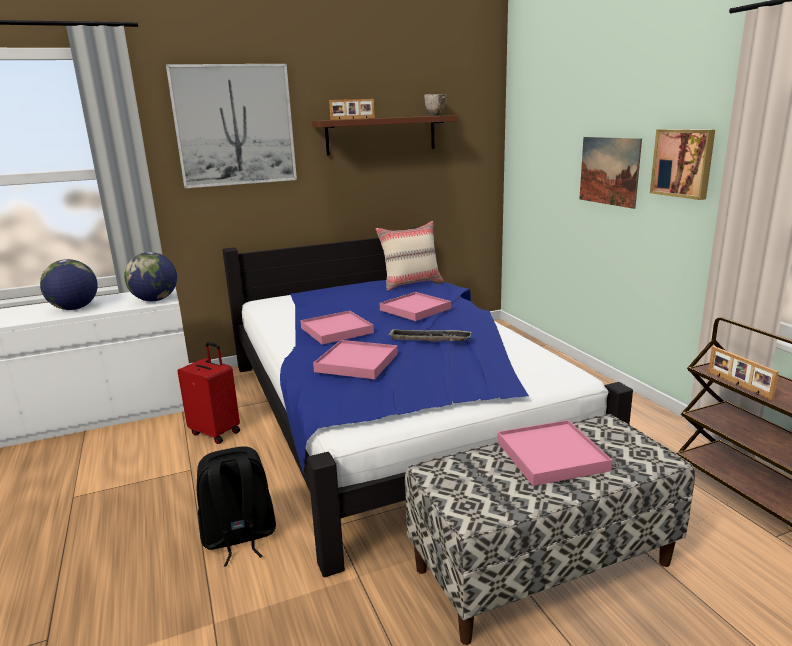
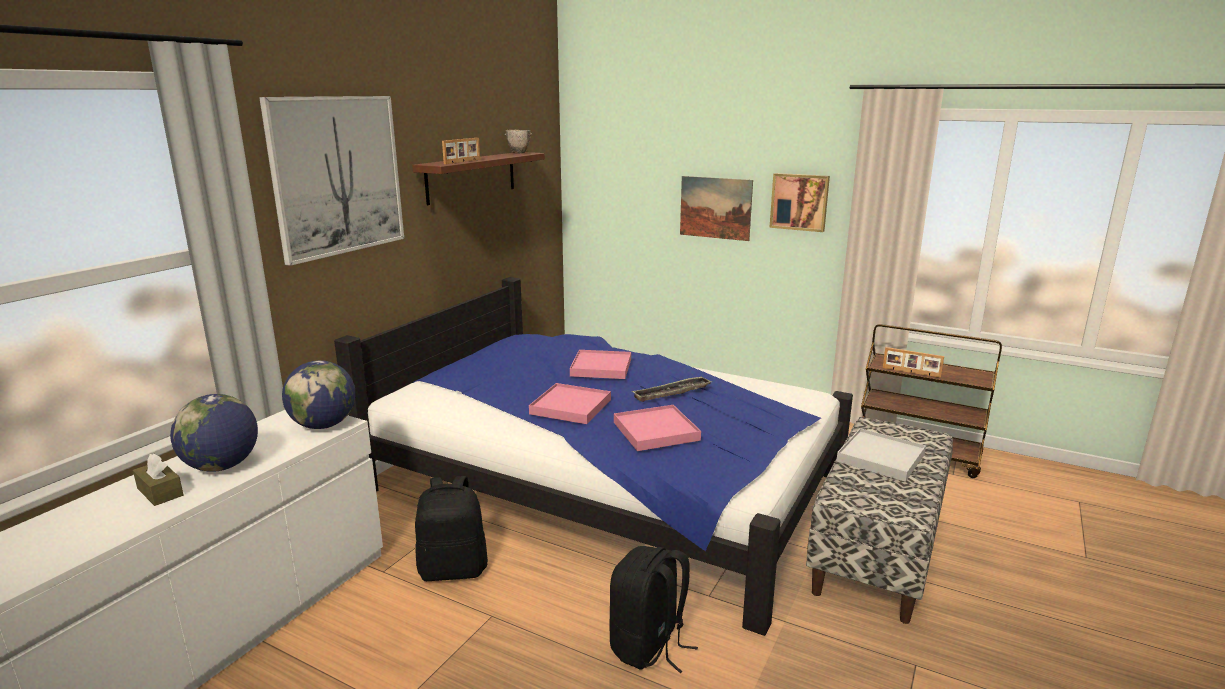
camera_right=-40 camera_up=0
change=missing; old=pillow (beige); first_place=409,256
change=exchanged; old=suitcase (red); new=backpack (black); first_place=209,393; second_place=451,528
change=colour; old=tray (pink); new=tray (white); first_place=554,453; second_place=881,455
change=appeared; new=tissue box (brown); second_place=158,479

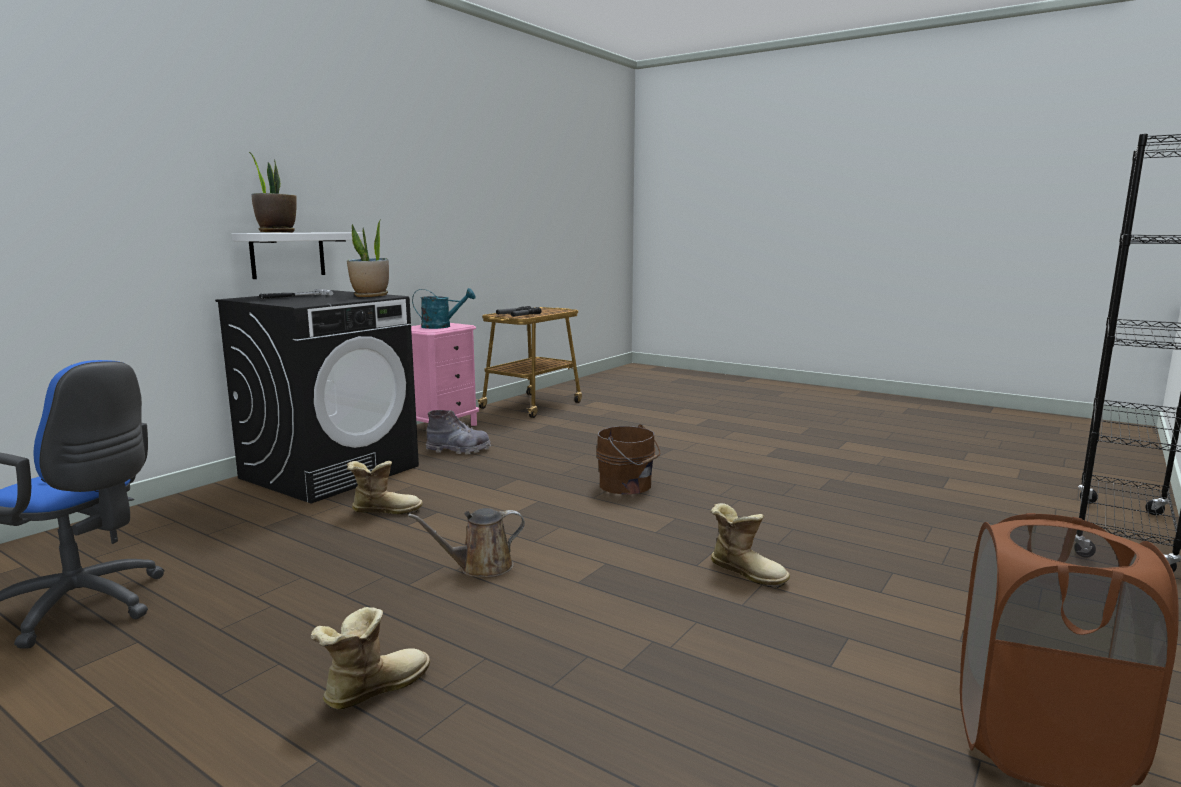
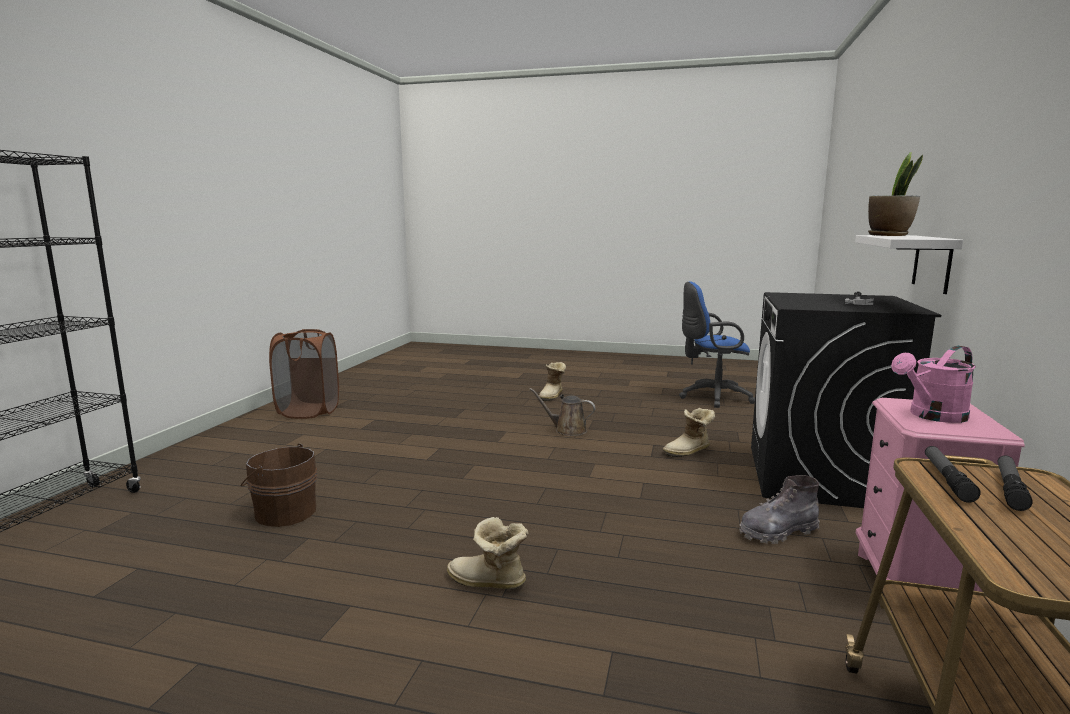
camera_right=160 camera_up=0
change=missing; old=potted plant; first_place=368,258
change=colour; old=watering can (turquoise); new=watering can (pink); first_place=444,308; second_place=933,384
change=relocated; old=bucket (brown); first_place=628,459; second_place=278,485
change=relocated; old=boot; first_place=750,545; second_place=488,553
change=spun; old=watering can (brown); first_place=466,542; second_place=562,412; degrees=-120

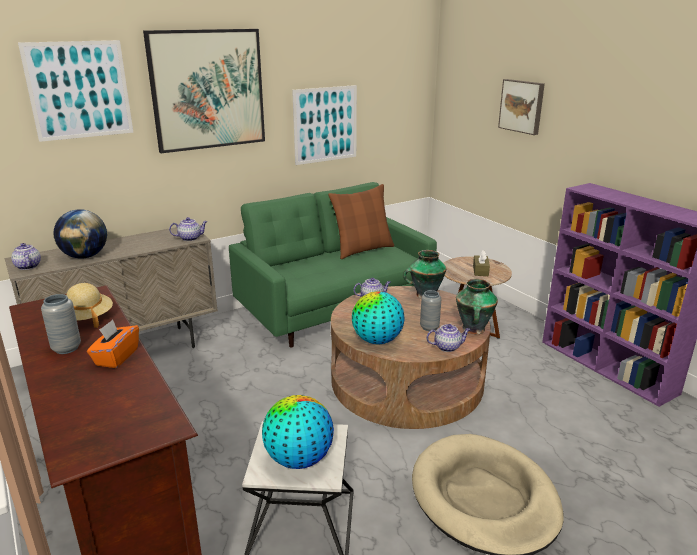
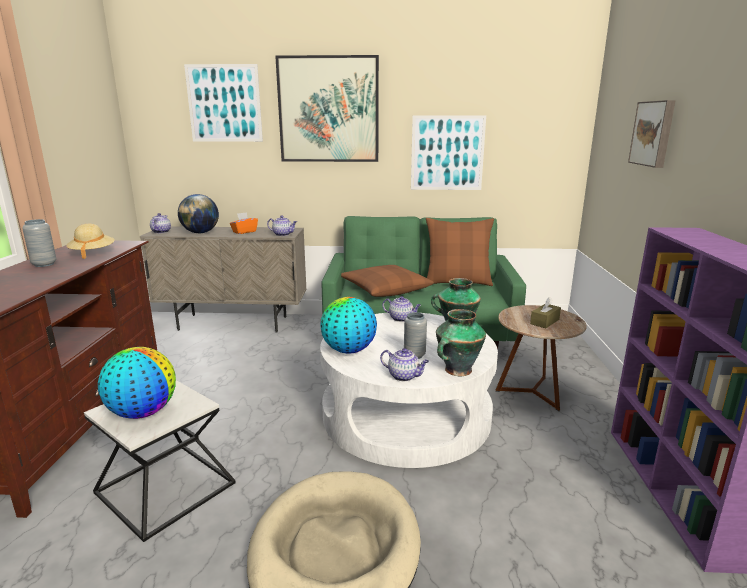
camera_right=35 camera_up=-5
change=colour; old=coffee table (brown); new=coffee table (white); first_place=411,357; second_place=409,390
change=relocated; old=tissue box (orange); first_place=113,343; second_place=244,223
change=appeared; new=pillow (brown); second_place=387,281

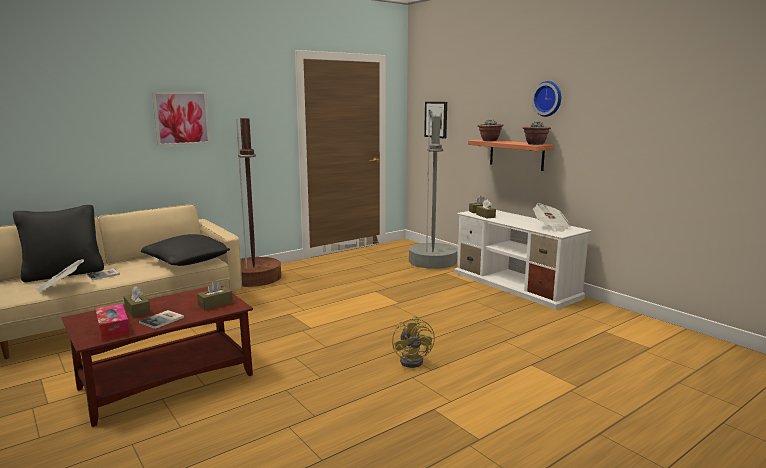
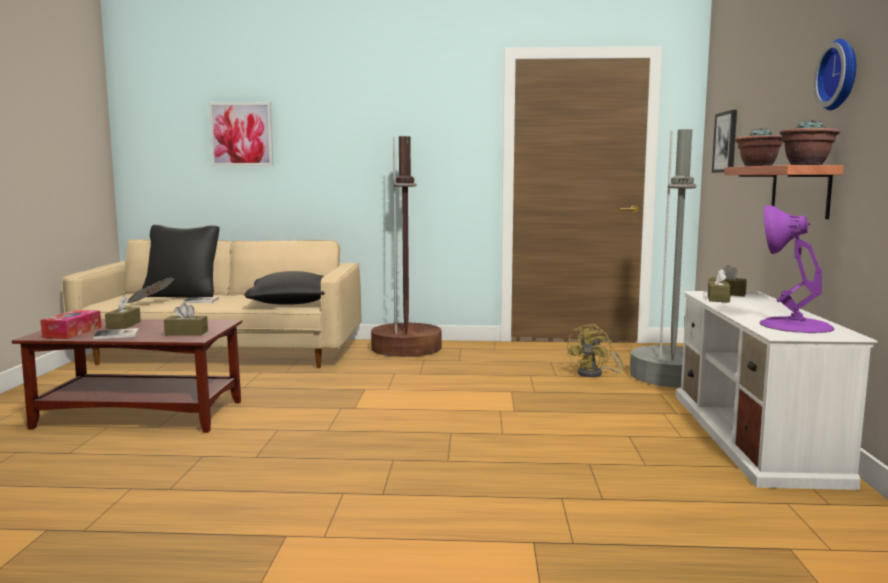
camera_right=40 camera_up=-5
change=relocated; old=picture; first_place=181,119; second_place=240,134
change=exchanged; old=newspaper; new=table lamp (purple); first_place=552,217; second_place=797,269
change=relocated; old=fan (yellow); first_place=413,342; second_place=595,350

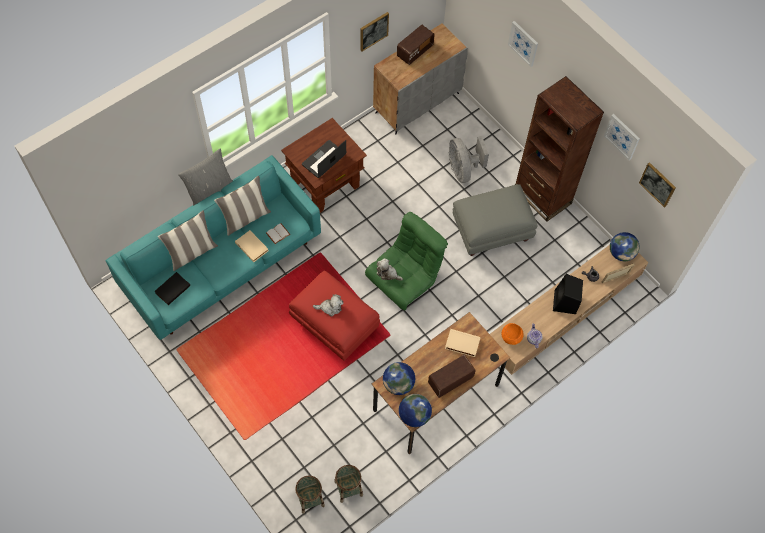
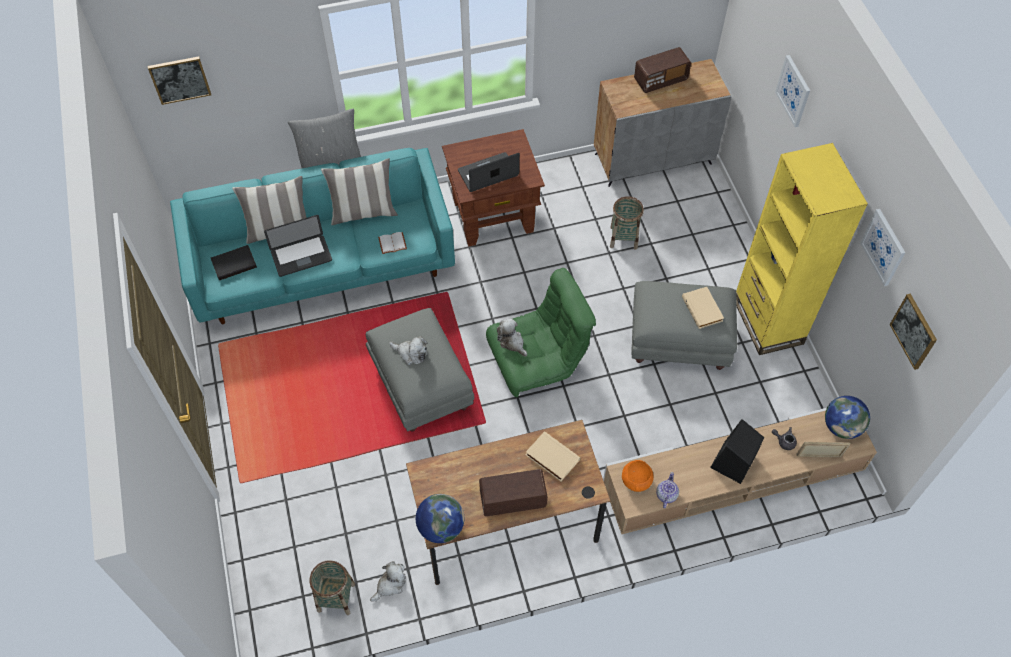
camera_right=25 camera_up=-5
change=relocated; old=picture; first_place=374,31; second_place=179,80
change=colour; old=bookcase (brown); new=bookcase (yellow); first_place=559,149; second_place=802,249
change=missing; old=fan (grey); first_place=469,159
change=relocated; old=book (beige); first_place=251,246; second_place=703,308
change=colour; old=ottoman (red); new=ottoman (grey); first_place=334,315; second_place=420,370
change=missing; old=globe; first_place=399,378
change=relocated; old=basket; first_place=310,495; second_place=627,223
change=appeared; new=laptop; second_place=298,246
change=appeared; new=plush toy; second_place=388,581

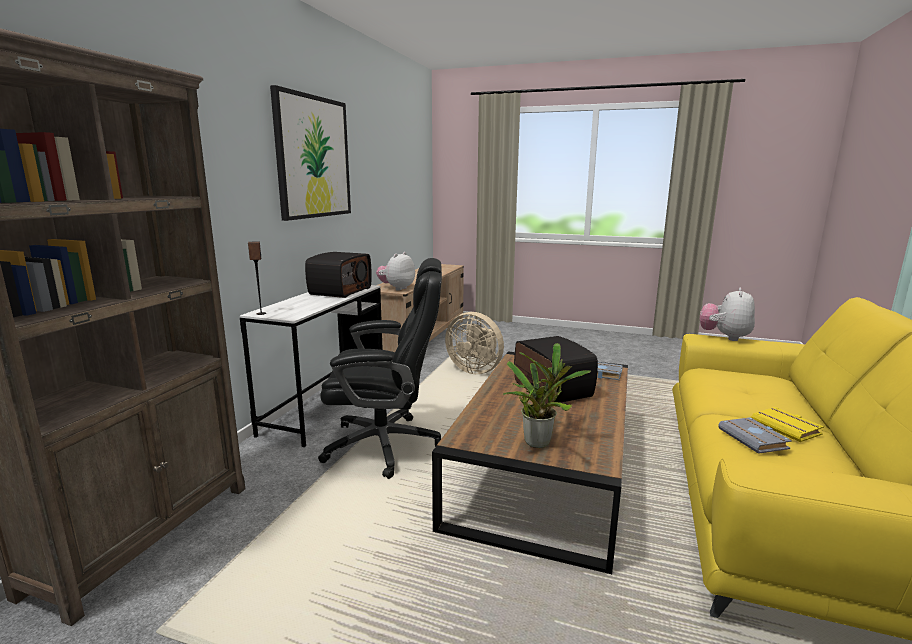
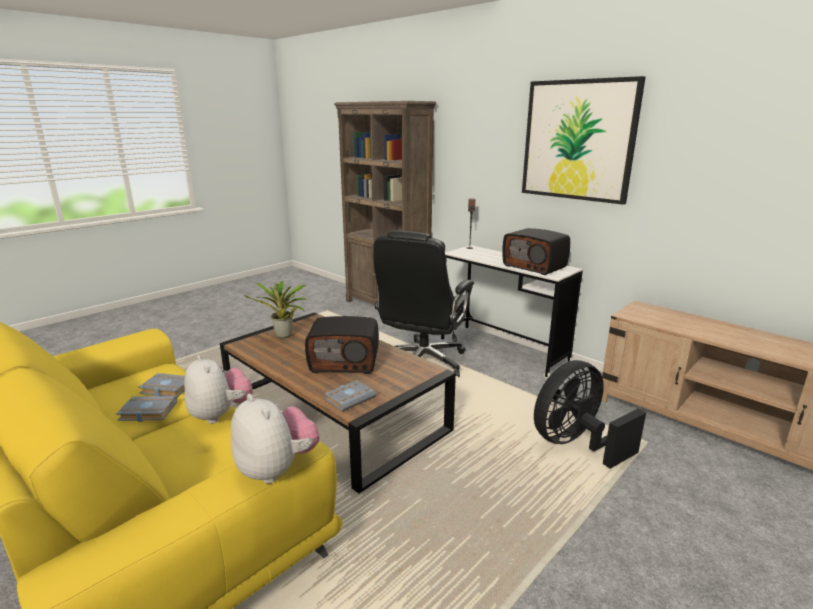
camera_right=115 camera_up=5
change=relocated; old=plush toy; first_place=395,271; second_place=218,389
change=colour; old=fan (beige); new=fan (black); first_place=474,343; second_place=590,414
change=colour; old=book (yellow); new=book (grey); first_place=787,424; second_place=146,409

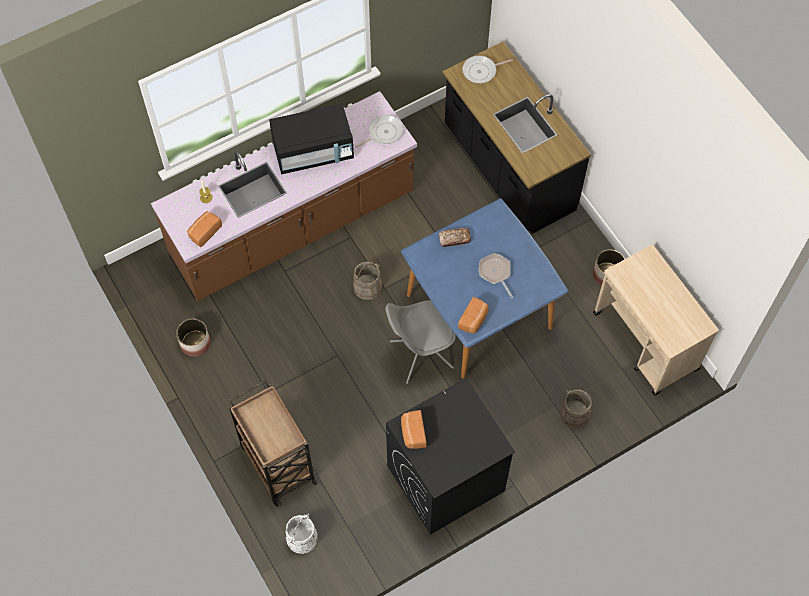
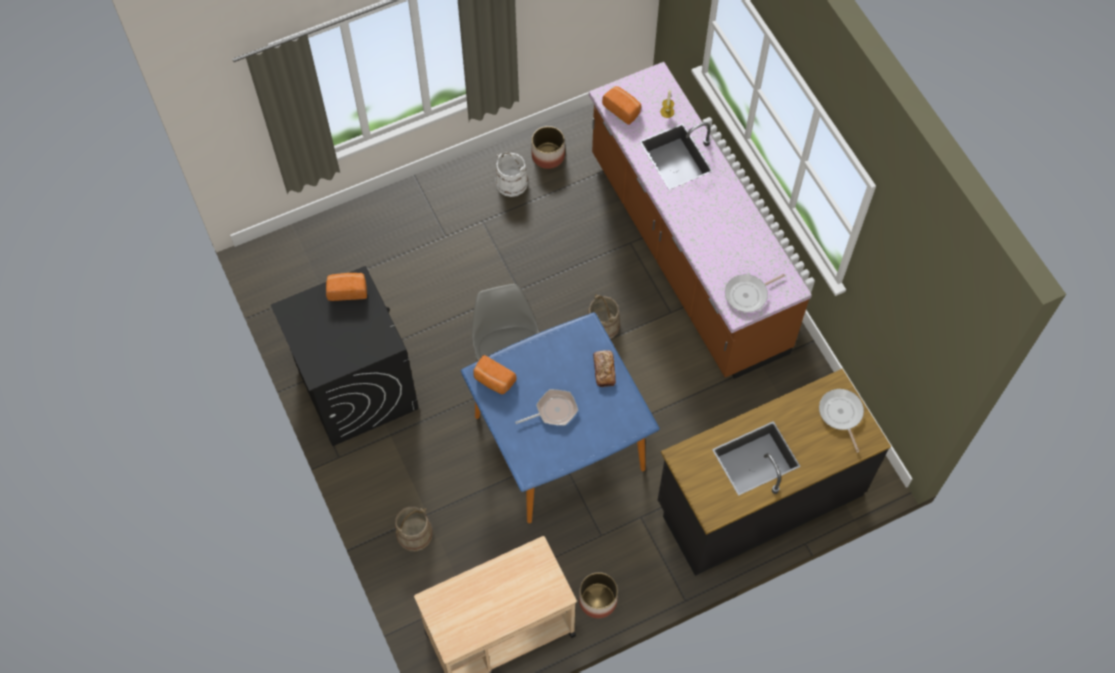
camera_right=95 camera_up=0
change=missing; old=microwave (black); first_place=311,139
change=spun; old=frying pan; first_place=379,131; second_place=755,293; degrees=90
change=missing; old=cart (brown); first_place=273,443
change=relocated; old=bucket (white); first_place=301,534; second_place=511,174

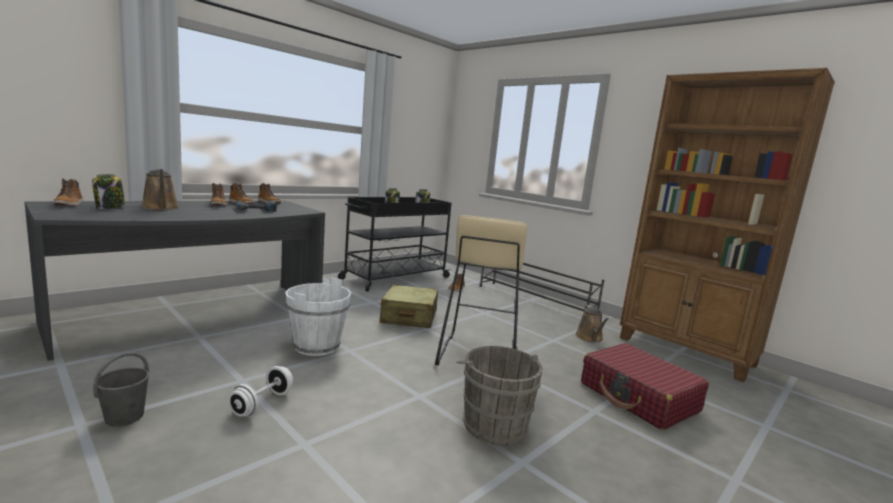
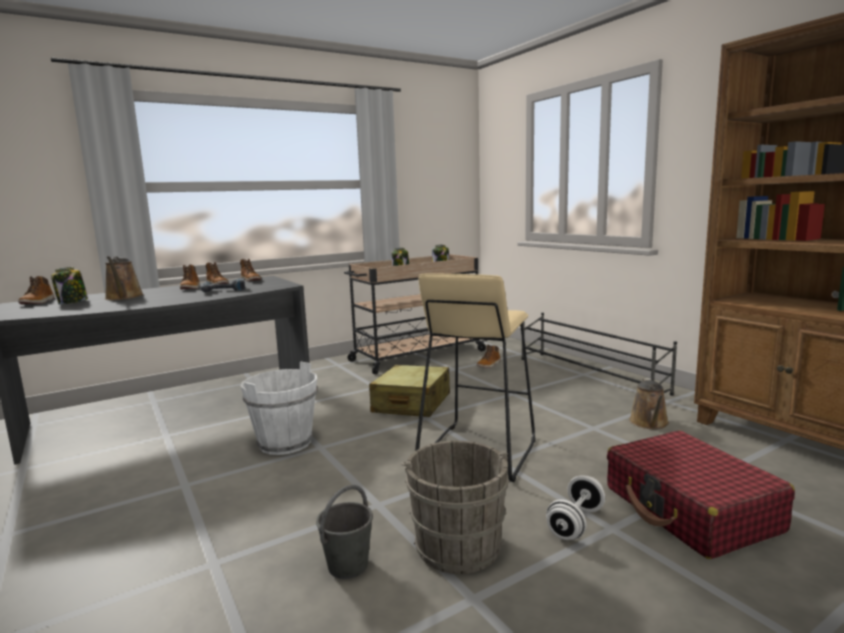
camera_right=15 camera_up=0
change=colour; old=cart (black); new=cart (beige); first_place=395,244; second_place=415,314
change=relocated; old=bucket (grey); first_place=121,389; second_place=344,532
change=relocated; old=dumbbell (white); first_place=260,391; second_place=575,507

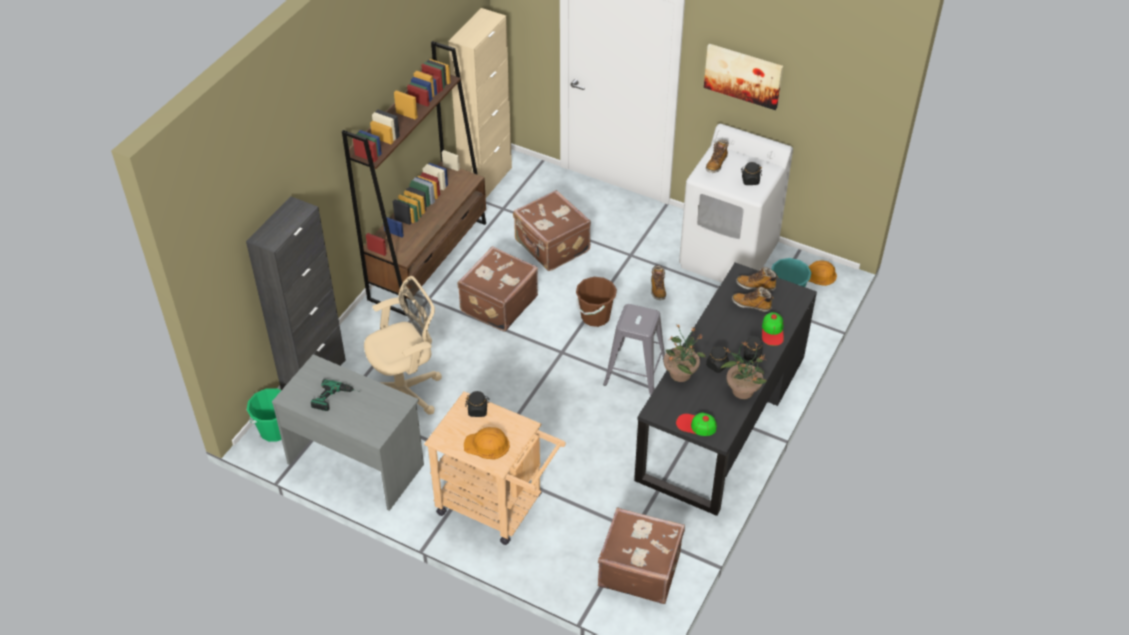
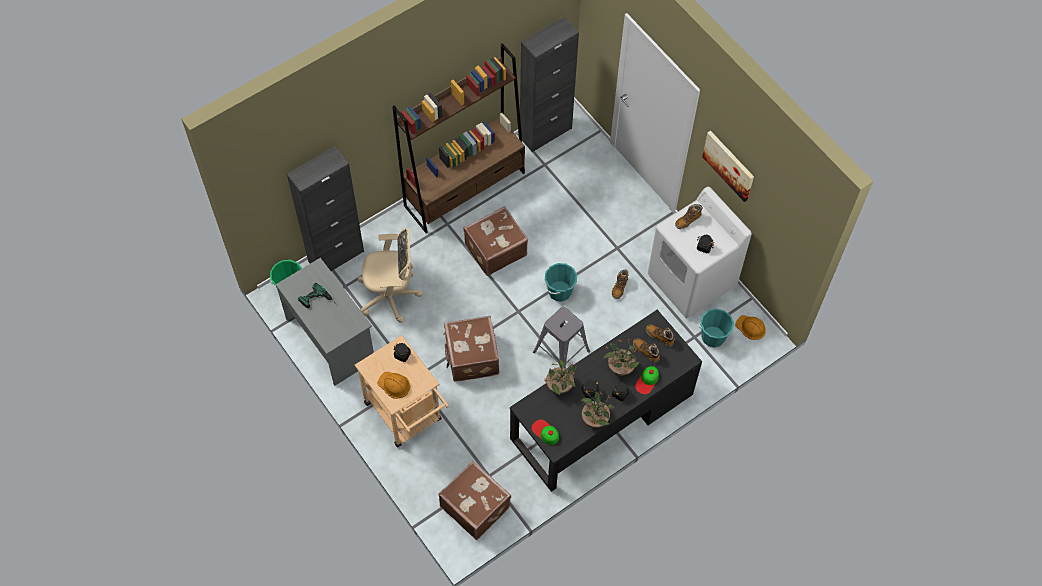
camera_right=25 camera_up=15
change=colour; old=cabinet (beige); new=cabinet (black); first_place=480,103; second_place=549,84
change=relocated; old=suitcase (brown); first_place=552,230; second_place=471,349
change=colour; old=bucket (brown); new=bucket (turquoise); first_place=596,302; second_place=561,282
change=appeared; new=potted plant; second_place=621,357

